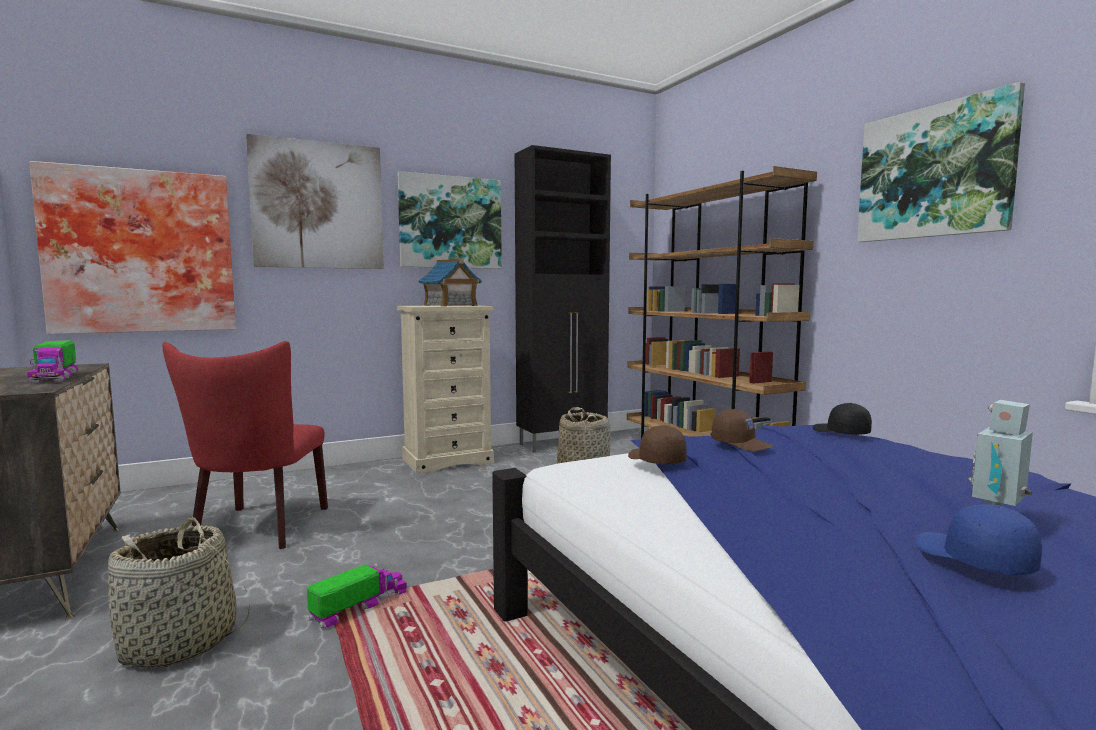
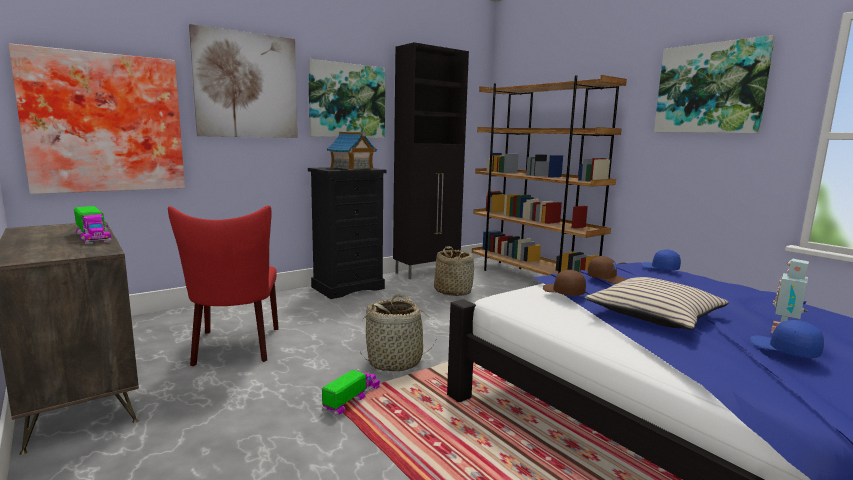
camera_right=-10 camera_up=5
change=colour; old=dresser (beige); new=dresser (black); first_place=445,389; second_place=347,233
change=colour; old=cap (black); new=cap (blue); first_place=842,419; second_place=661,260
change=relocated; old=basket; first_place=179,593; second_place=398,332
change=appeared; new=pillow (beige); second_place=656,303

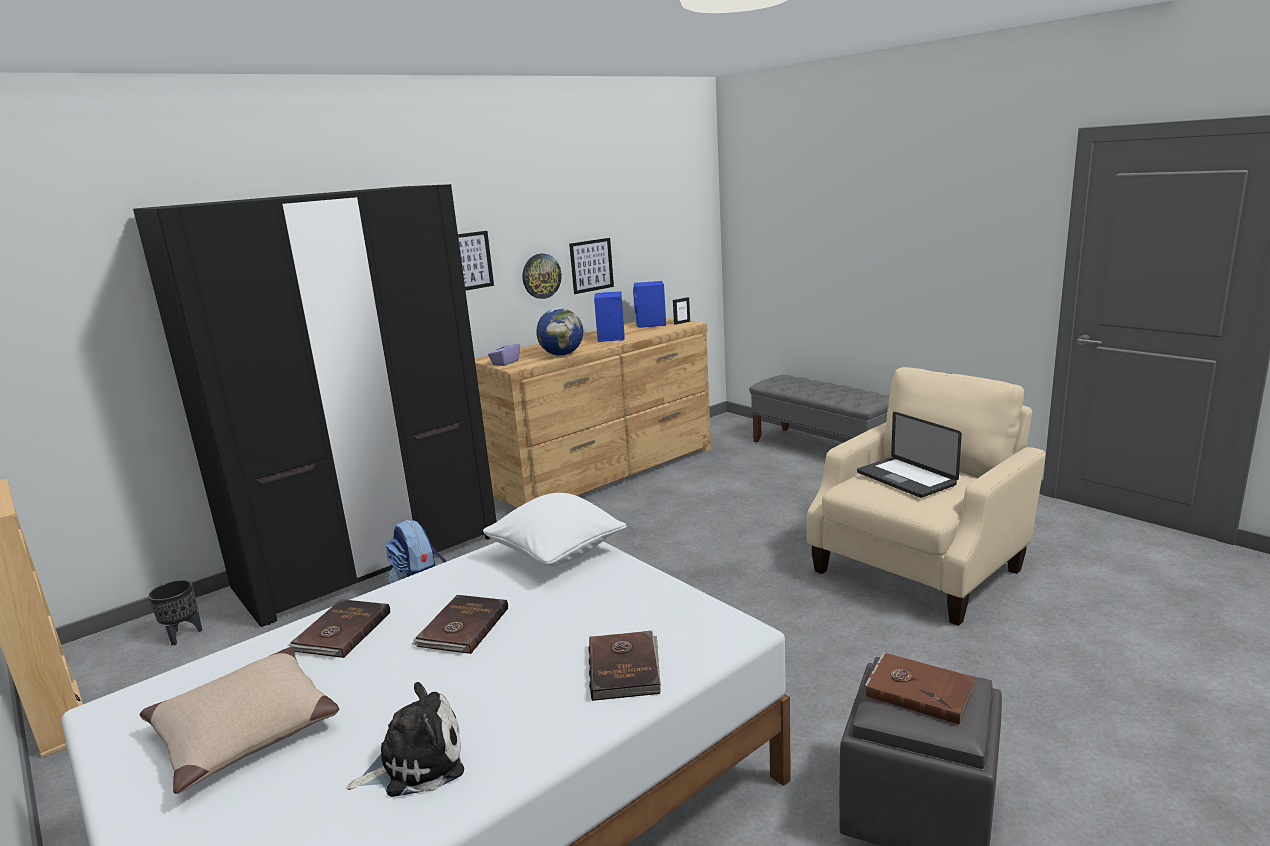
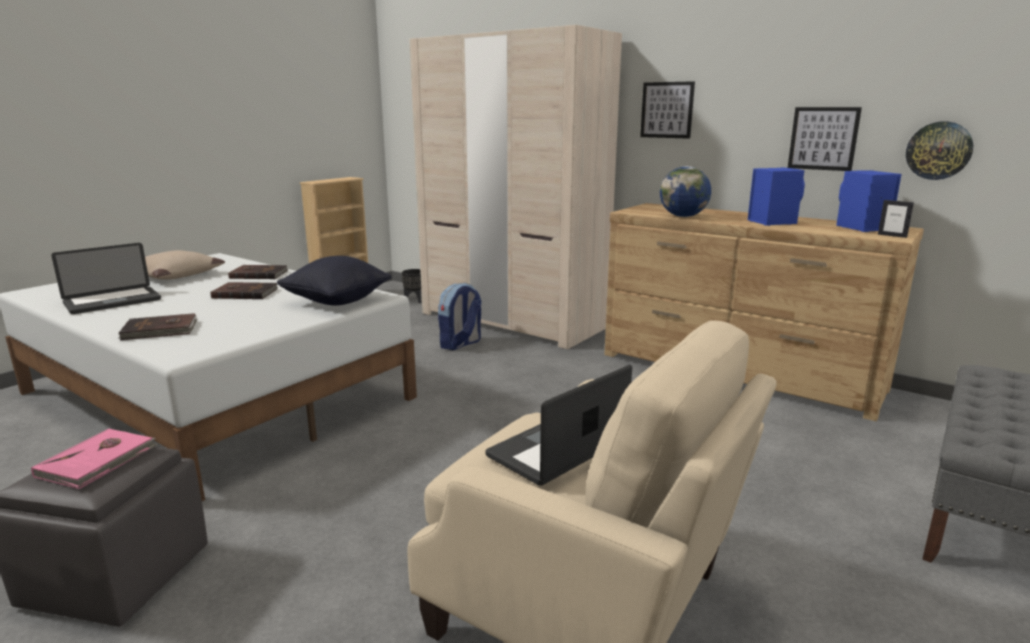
camera_right=75 camera_up=0
change=colour; old=wardrobe (black); new=wardrobe (beige); first_place=315,405; second_place=515,187
change=relocated; old=wall clock; first_place=542,276; second_place=939,150
change=missing; old=tissue box (purple); first_place=504,352
change=colour; old=pillow (white); new=pillow (black); first_place=555,529; second_place=334,280
change=colour; old=book (brown); new=book (pink); first_place=920,688; second_place=94,458
change=exchanged; old=plush toy; new=laptop; first_place=405,739; second_place=106,278

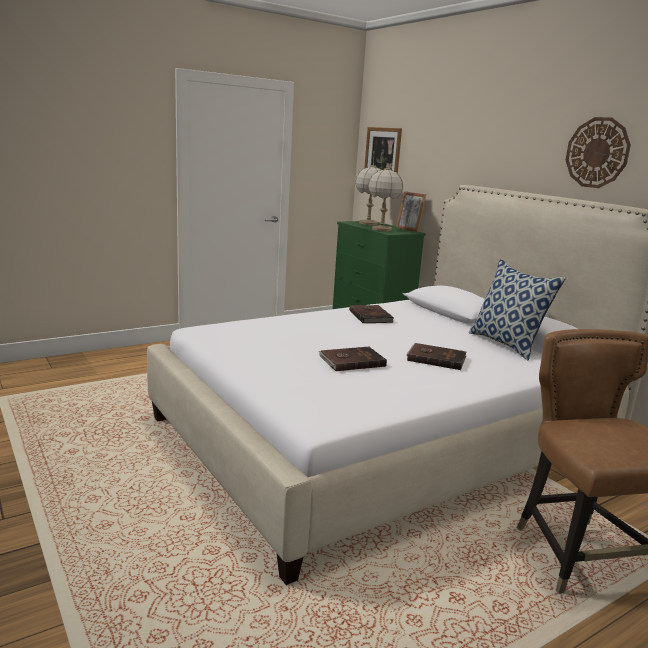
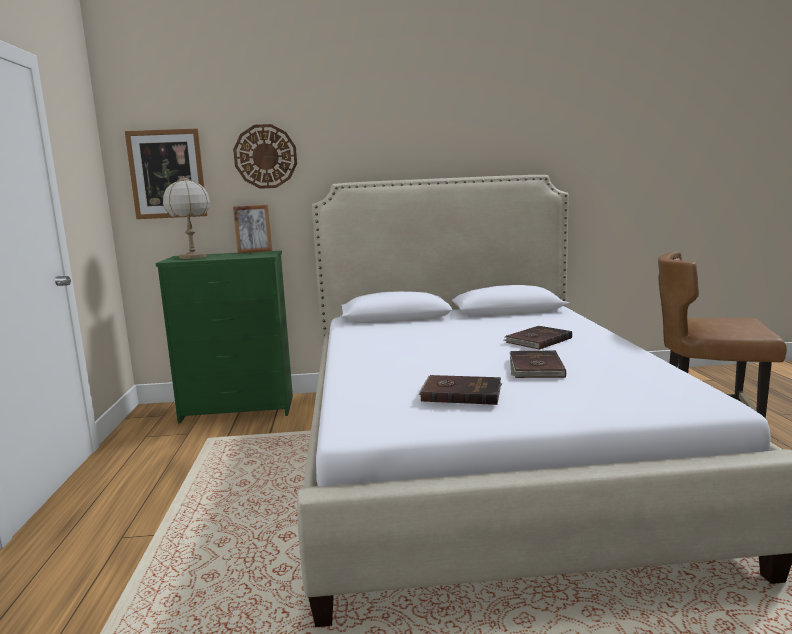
camera_right=-60 camera_up=-5
change=relocated; old=wall clock; first_place=598,152; second_place=265,156
change=missing; old=table lamp; first_place=385,198
change=missing; old=pillow; first_place=517,309
change=relocated; old=book (brown); first_place=371,314; second_place=460,390

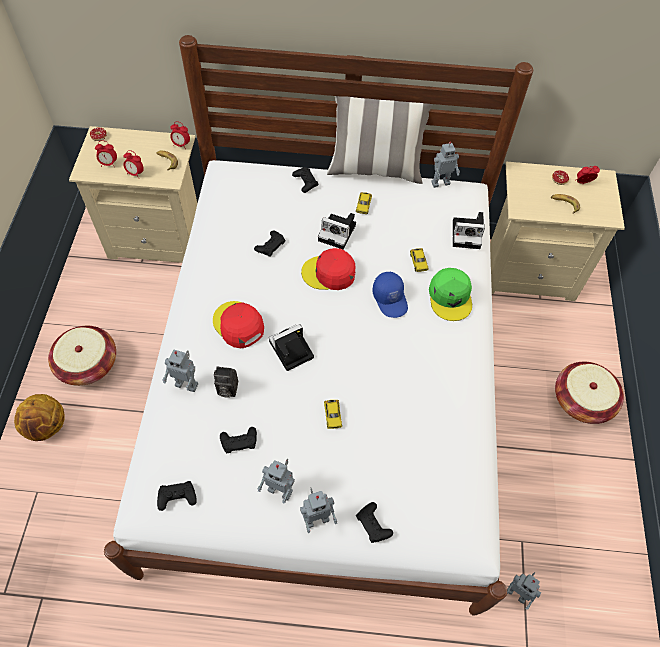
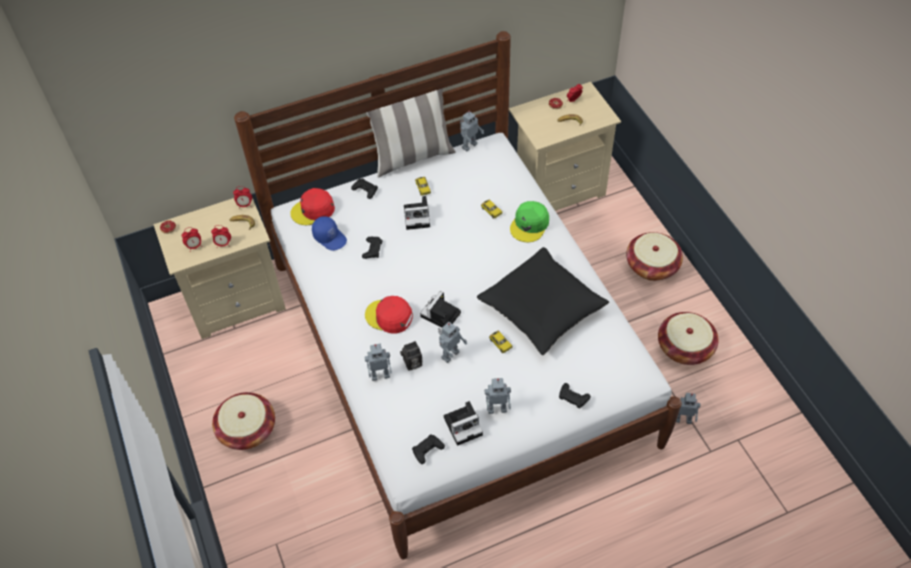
camera_right=-25 camera_up=-5
change=relocated; old=photo camera; first_place=469,230; second_place=463,423
change=relocated; old=cap (red); first_place=328,269; second_place=312,206
change=spun; old=cap (green); first_place=450,294; second_place=529,221; degrees=60
change=relocated; old=cap (blue); first_place=390,294; second_place=329,233
change=missing; old=basketball; first_place=39,417
change=missing; old=game controller (black); first_place=238,440
change=relocated; old=toy robot; first_place=318,510; second_place=452,342
change=appeared; new=pillow (black); second_place=543,301
change=appeared; new=basket; second_place=688,338

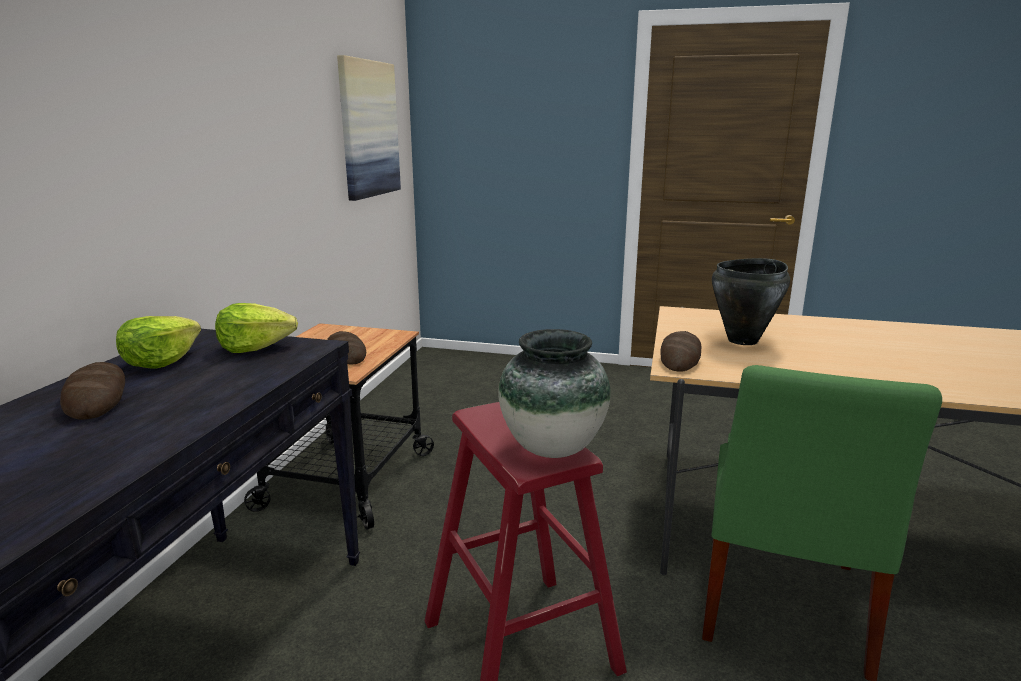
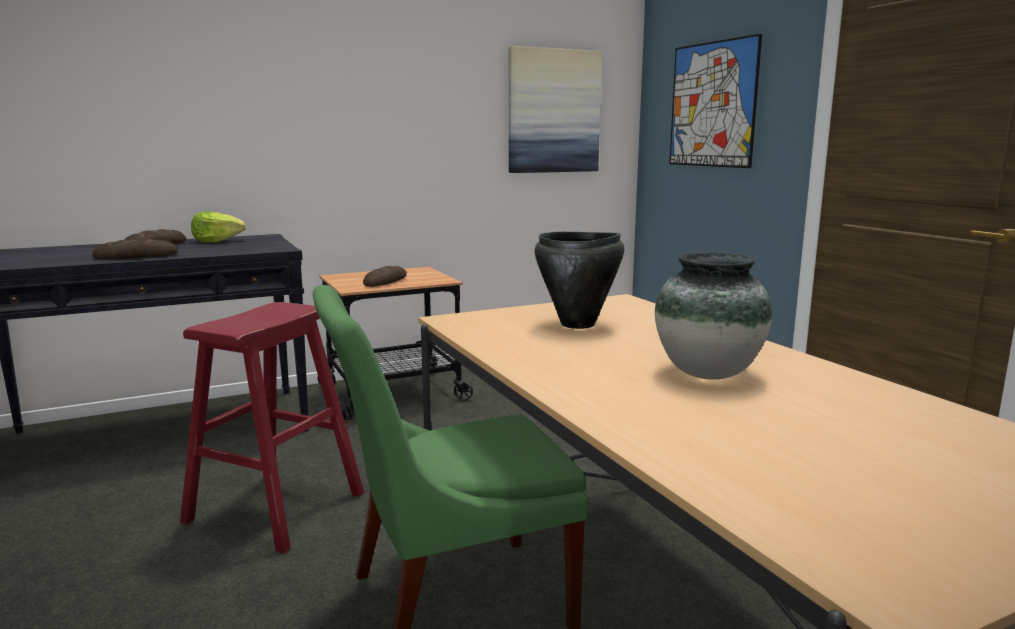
camera_right=50 camera_up=-5
change=missing; old=lettuce; first_place=256,328
change=relocated; old=vase; first_place=554,393; second_place=713,316
change=relocated; old=bread; first_place=680,351; second_place=135,249
change=appeared; new=picture; second_place=715,101

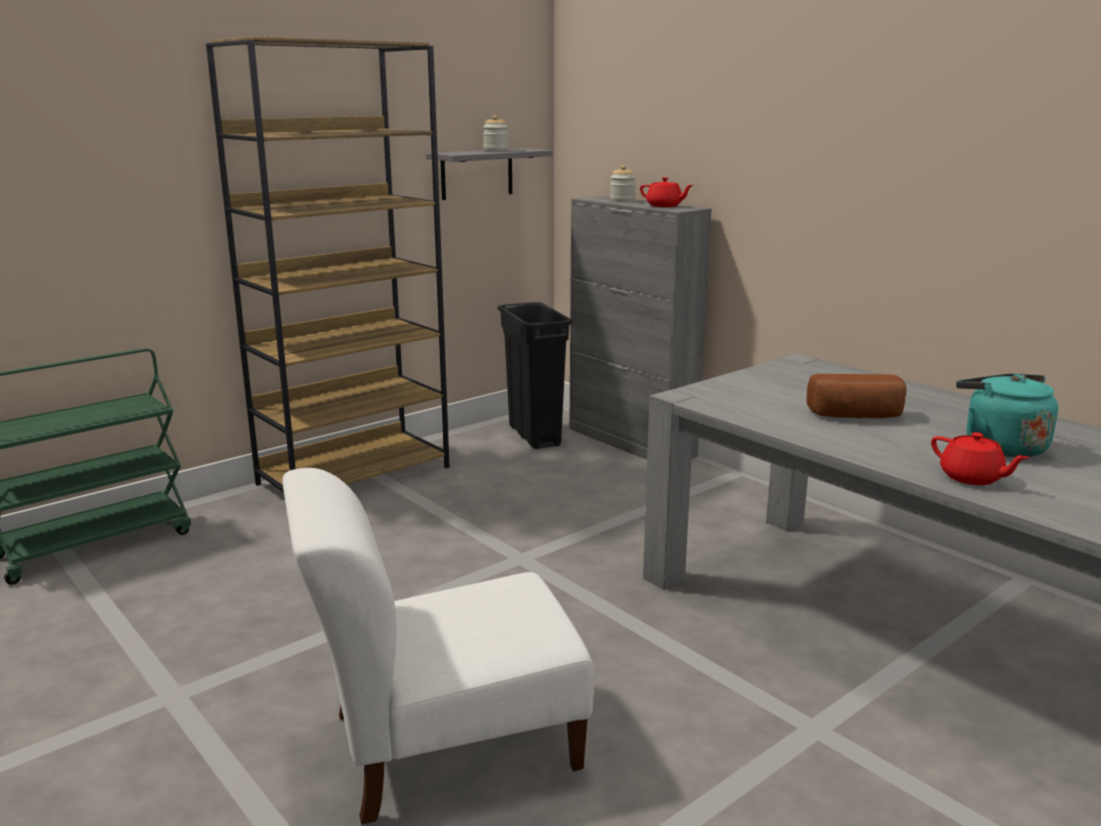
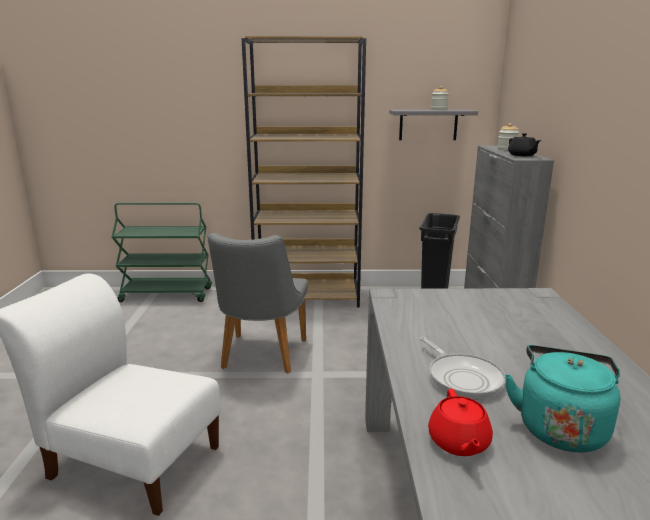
camera_right=40 camera_up=0
change=colour; old=teapot (red); new=teapot (black); first_place=666,192; second_place=524,144
change=missing; old=bread; first_place=856,396
change=appeared; new=chair (grey); second_place=258,303
change=appeared; new=frying pan; second_place=463,368

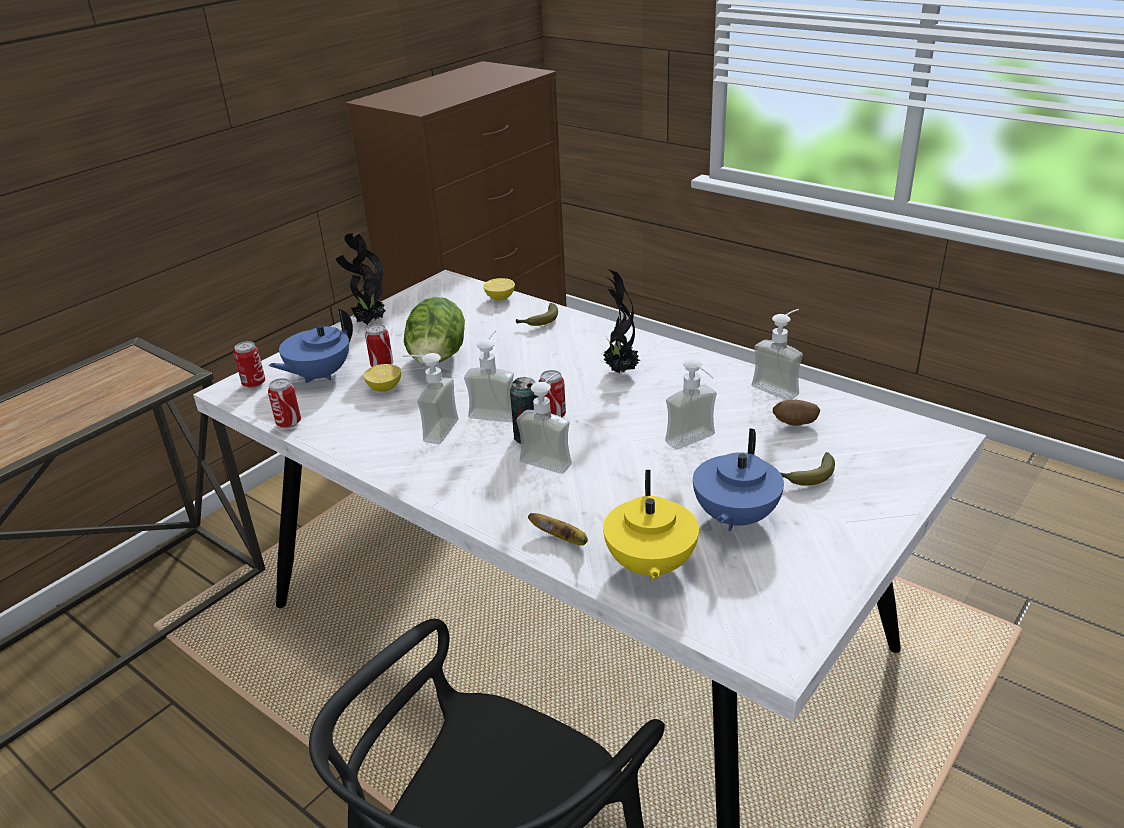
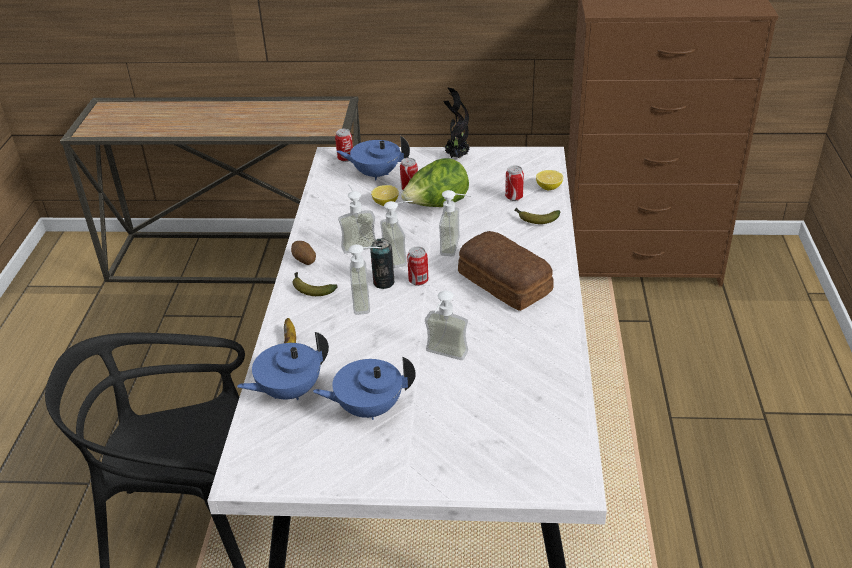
camera_right=55 camera_up=5
change=exchanged; old=potted plant; new=bread; first_place=621,321; second_place=506,271
change=relocated; old=soap dispenser; first_place=777,354; second_place=455,223
change=relocated; old=can; first_place=284,403; second_place=514,183
change=relocated; old=potato; first_place=796,413; second_place=303,253
change=relocated; old=banana; first_place=807,468; second_place=315,284
change=colour; old=teapot (yellow); new=teapot (blue); first_place=651,526; second_place=283,366

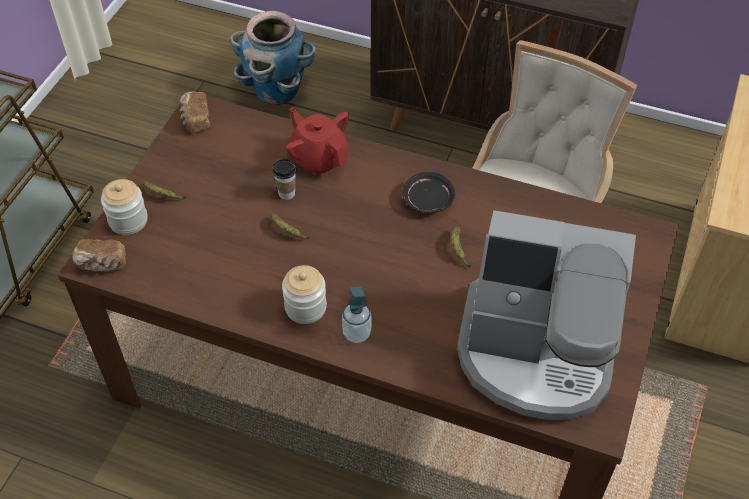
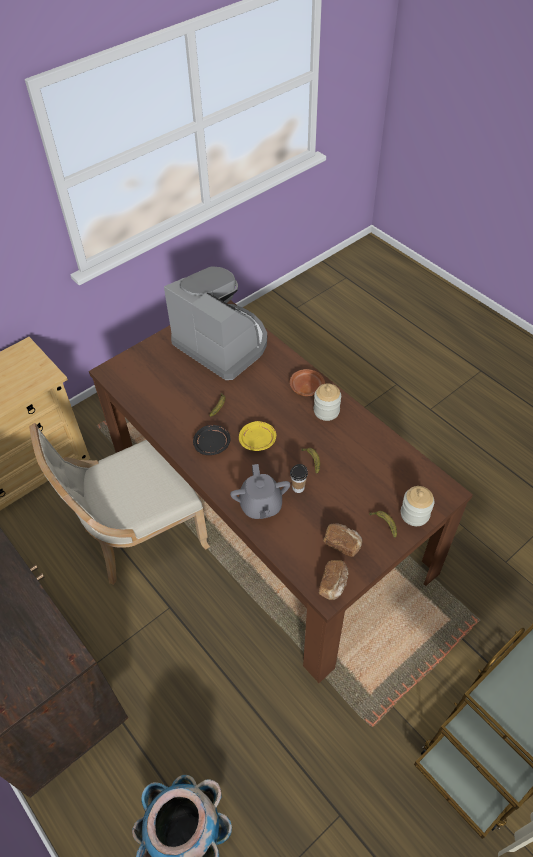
camera_right=-150 camera_up=0
change=colour; old=teapot (red); new=teapot (grey); first_place=317,141; second_place=260,491
change=relocated; old=bread; first_place=99,255; second_place=343,540
change=exchanged; old=soap dispenser; new=plate (brown); first_place=356,315; second_place=307,382
change=appeared; new=plate (yellow); second_place=257,436

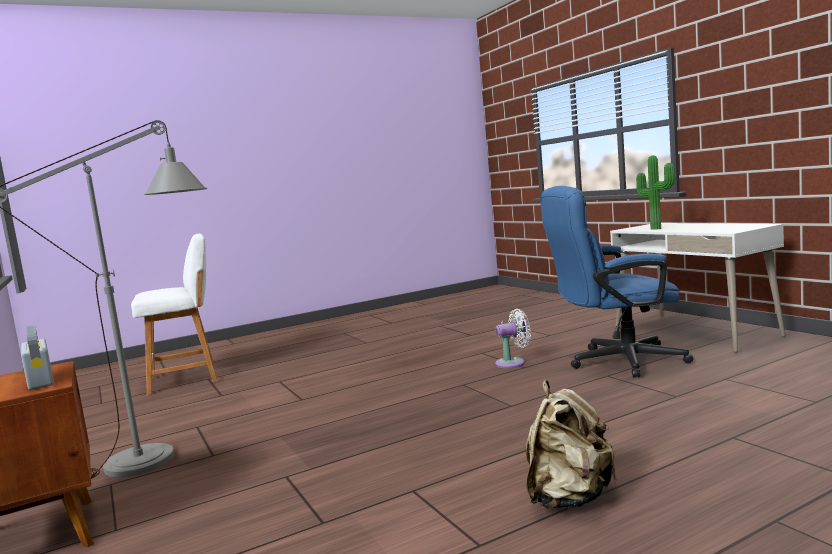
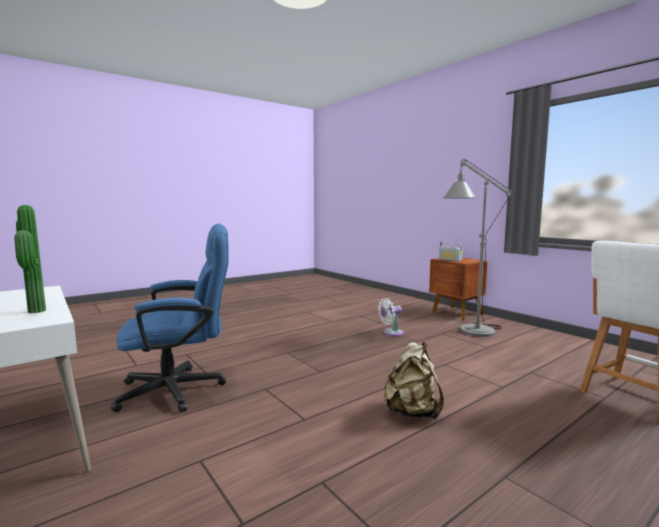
camera_right=170 camera_up=0
change=relocated; old=fan (white); first_place=513,338; second_place=391,317
change=relocated; old=backpack (beige); first_place=571,444; second_place=414,381

